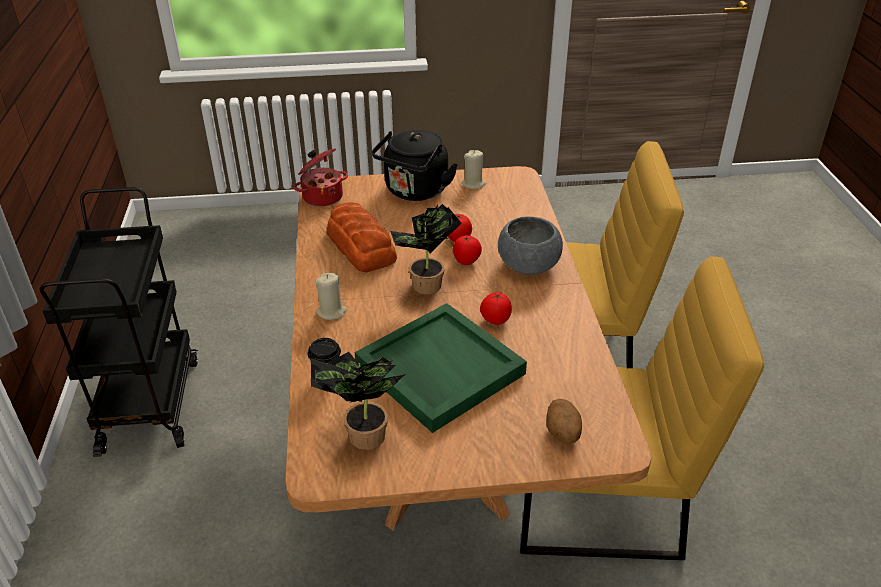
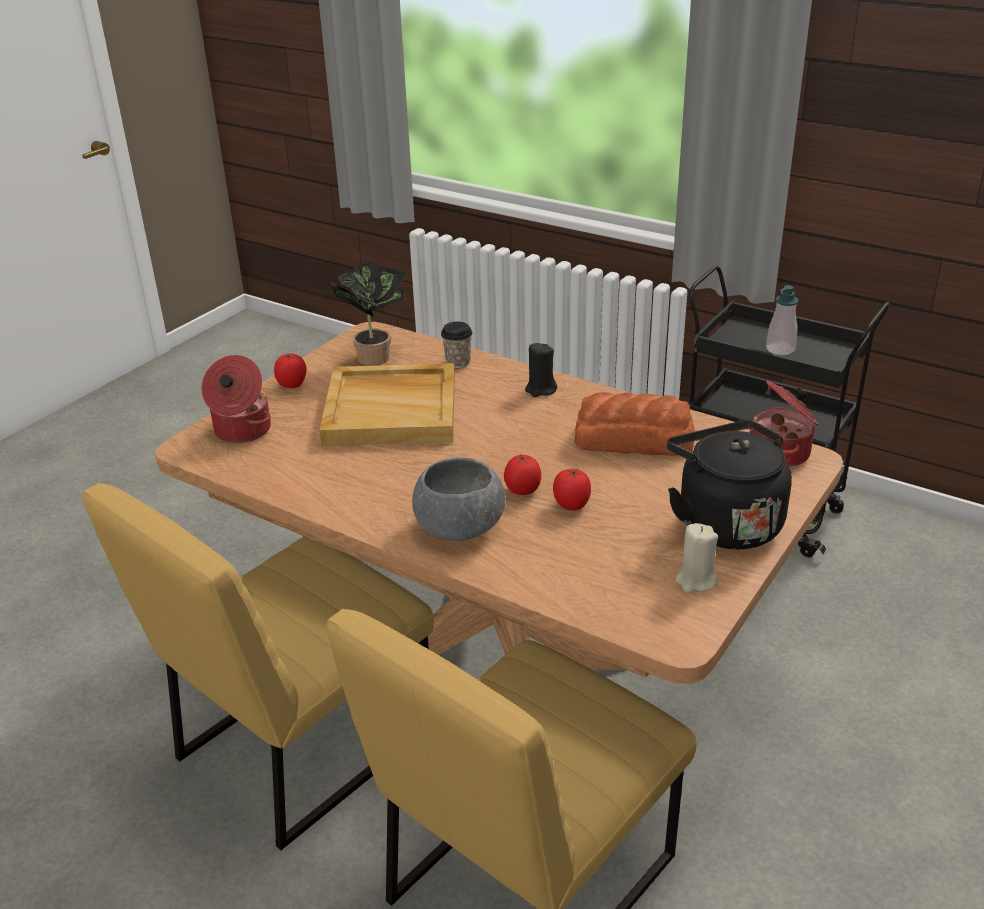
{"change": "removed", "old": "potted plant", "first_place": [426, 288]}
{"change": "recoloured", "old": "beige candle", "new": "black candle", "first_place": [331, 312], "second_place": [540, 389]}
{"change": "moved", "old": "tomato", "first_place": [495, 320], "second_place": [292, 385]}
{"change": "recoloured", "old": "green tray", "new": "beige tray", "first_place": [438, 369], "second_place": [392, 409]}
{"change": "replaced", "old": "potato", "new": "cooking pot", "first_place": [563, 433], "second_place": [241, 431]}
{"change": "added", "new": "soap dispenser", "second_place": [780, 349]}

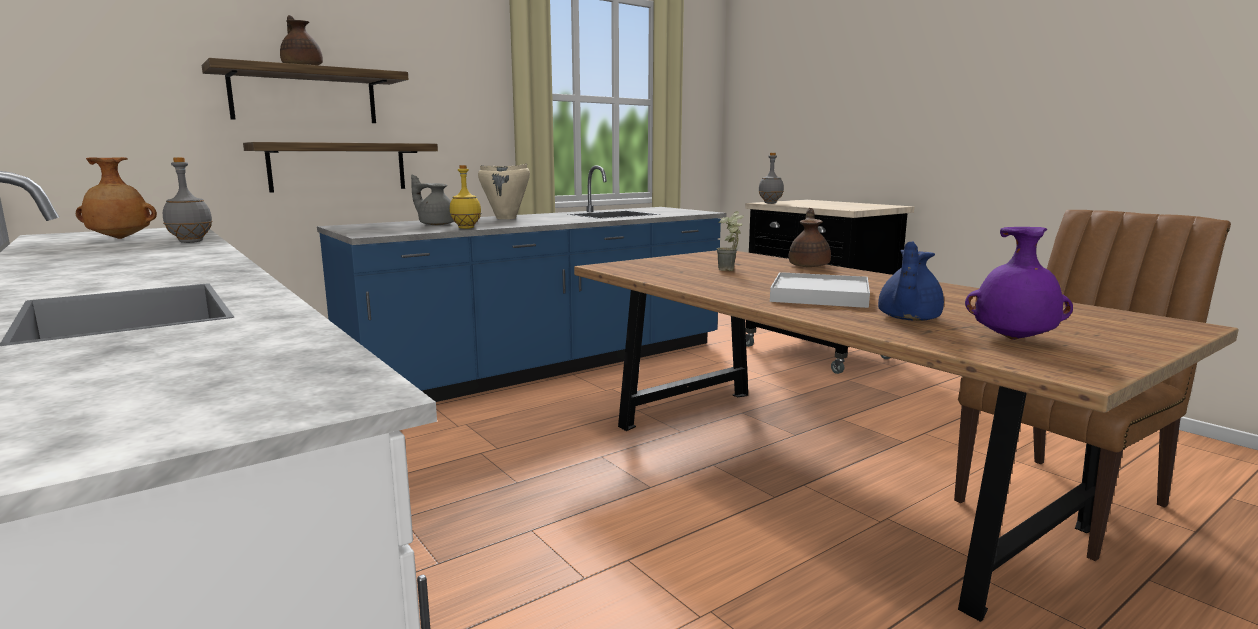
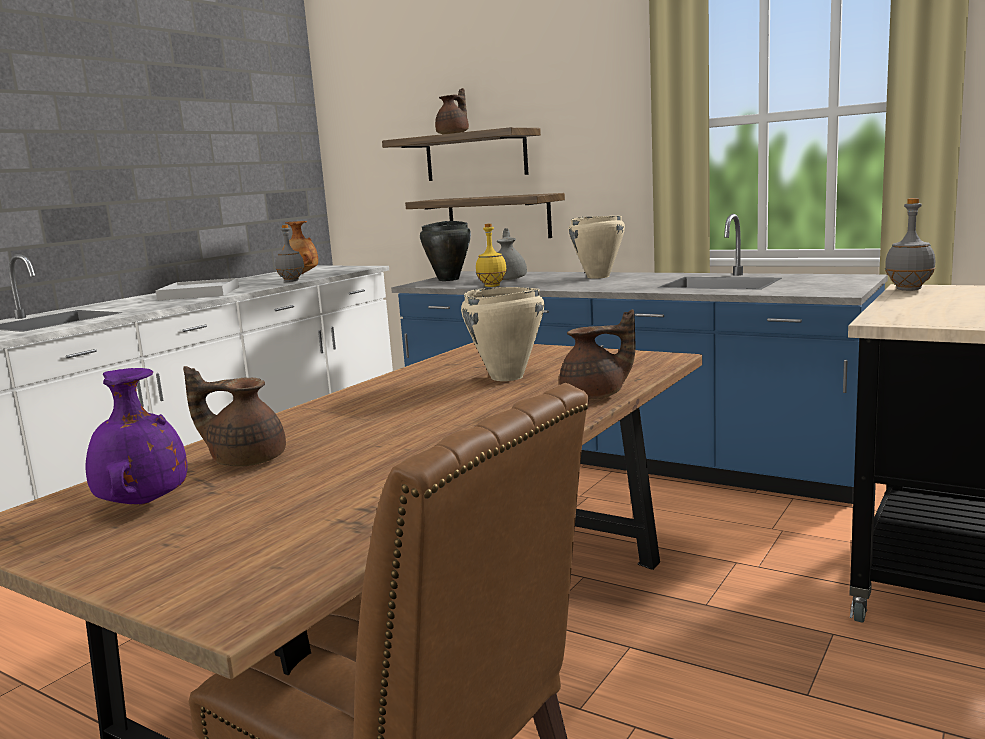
{"change": "replaced", "old": "potted plant", "new": "beige cooking pot", "first_place": [730, 270], "second_place": [506, 377]}
{"change": "recoloured", "old": "blue teapot", "new": "brown teapot", "first_place": [907, 318], "second_place": [246, 460]}
{"change": "moved", "old": "white tray", "first_place": [820, 295], "second_place": [200, 293]}
{"change": "added", "new": "black cooking pot", "second_place": [449, 279]}

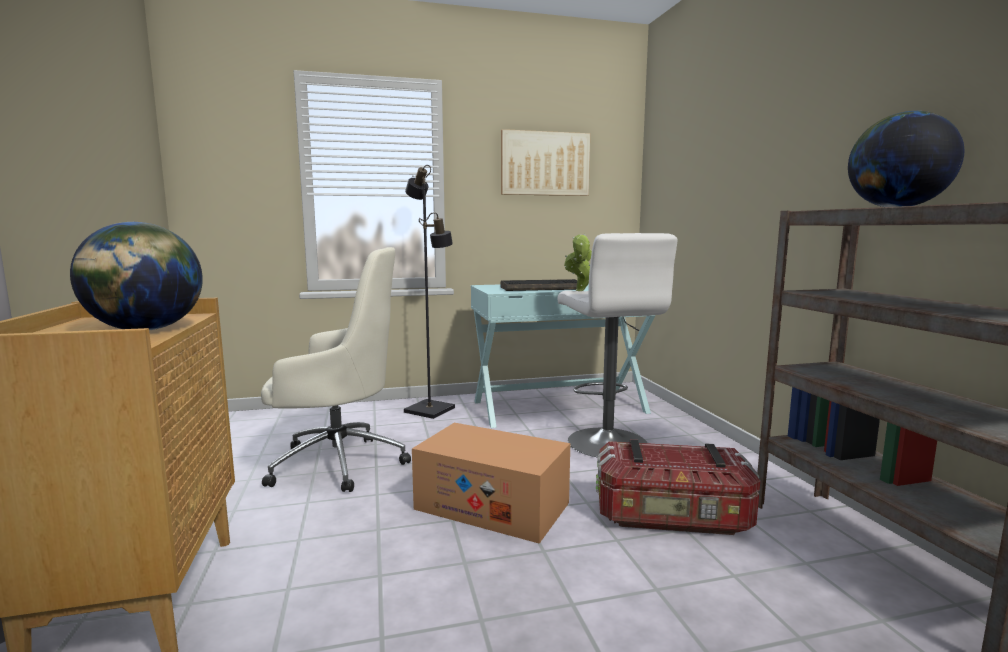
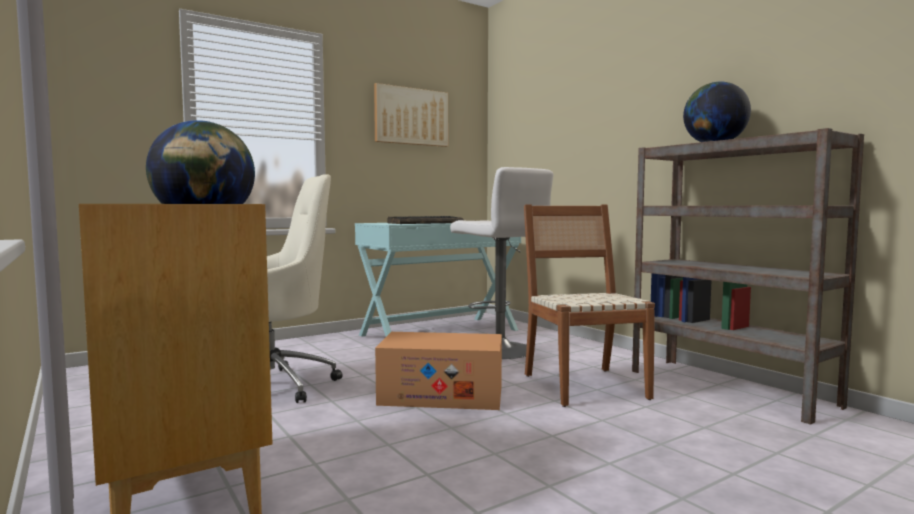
{"change": "removed", "old": "black floor lamp", "first_place": [429, 410]}
{"change": "removed", "old": "potted plant", "first_place": [580, 291]}
{"change": "replaced", "old": "storage box", "new": "chair", "first_place": [672, 518], "second_place": [583, 384]}

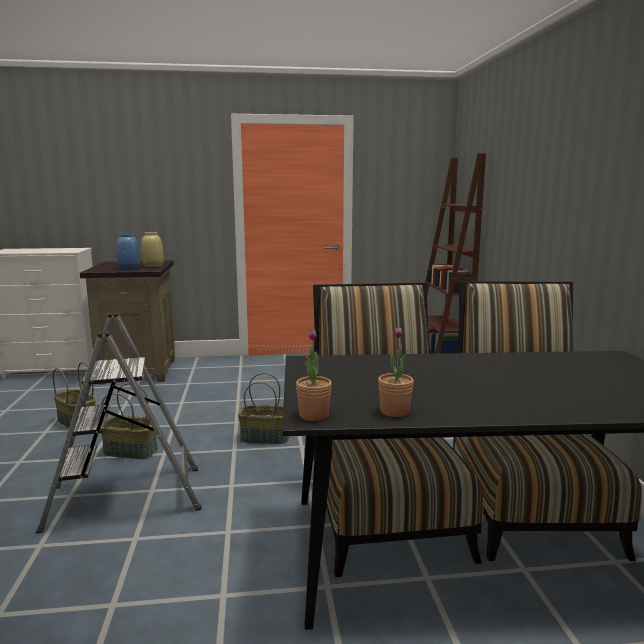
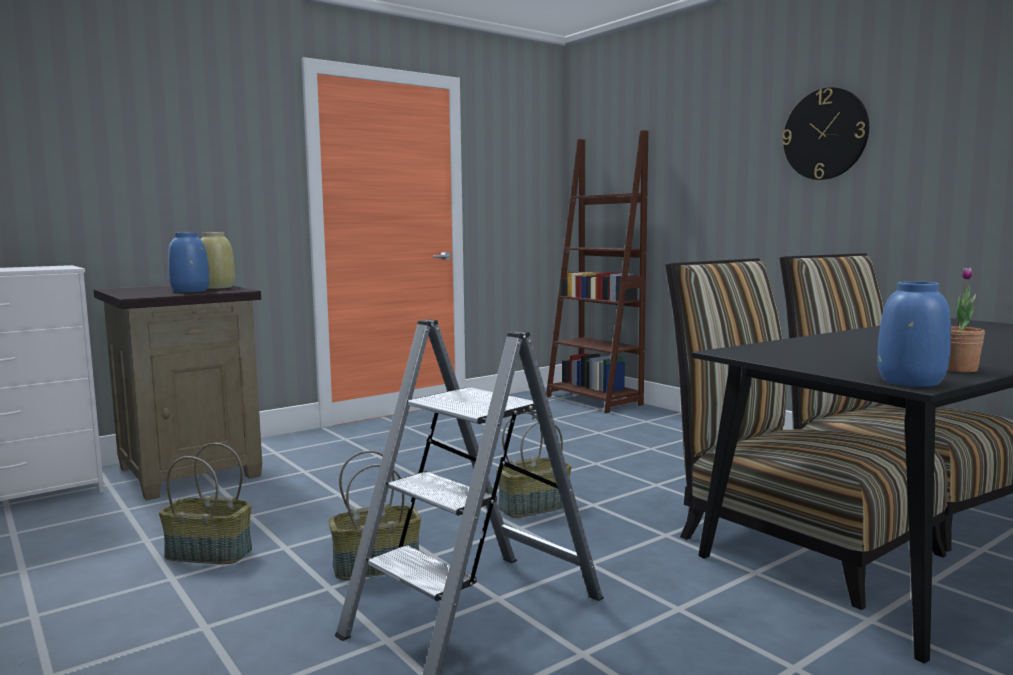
{"change": "replaced", "old": "potted plant", "new": "blue vase", "first_place": [314, 415], "second_place": [911, 382]}
{"change": "added", "new": "wall clock", "second_place": [825, 134]}

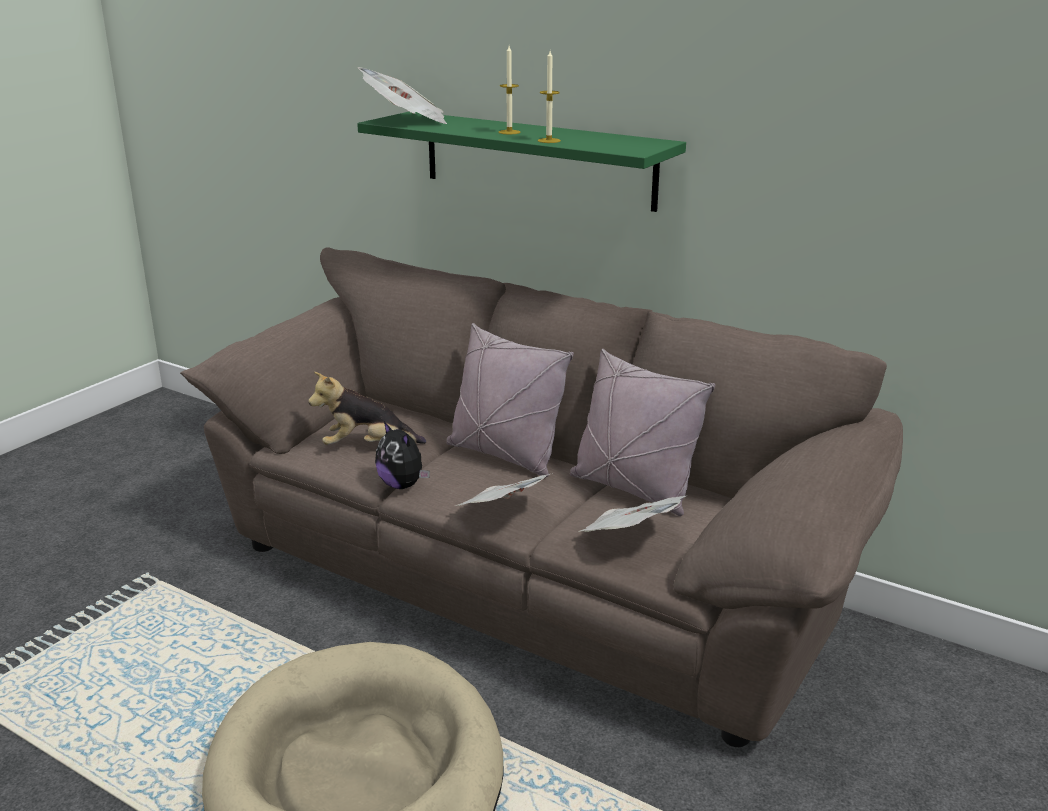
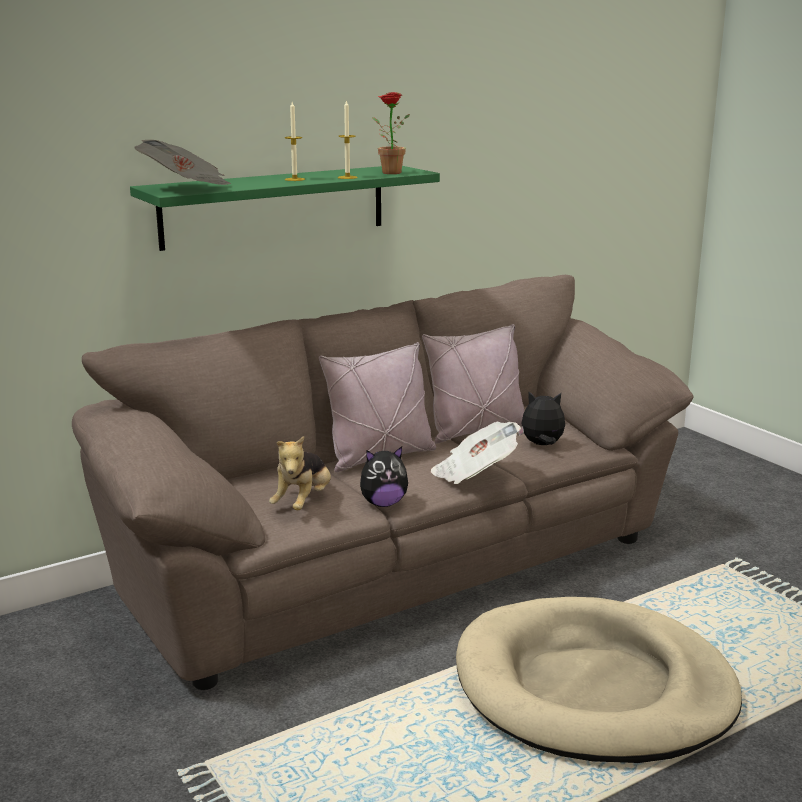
{"change": "replaced", "old": "newspaper", "new": "plush toy", "first_place": [630, 538], "second_place": [542, 445]}
{"change": "added", "new": "potted plant", "second_place": [388, 172]}

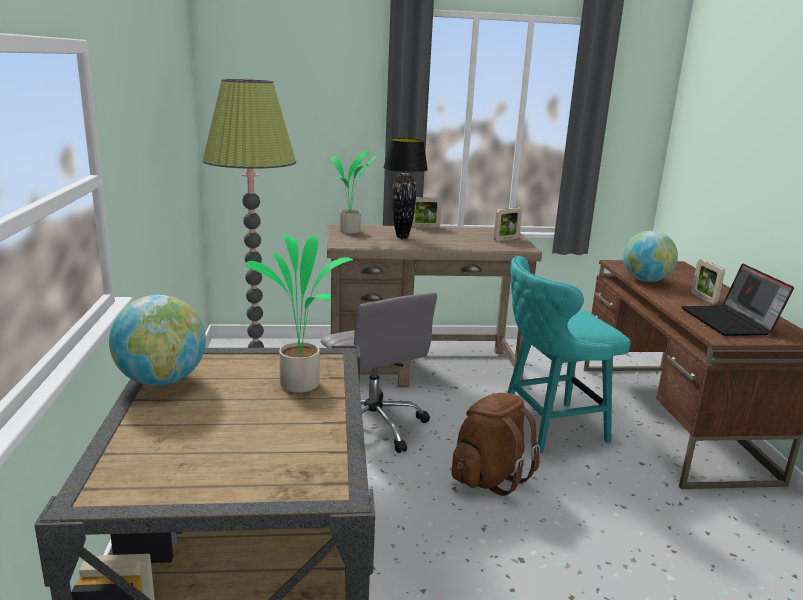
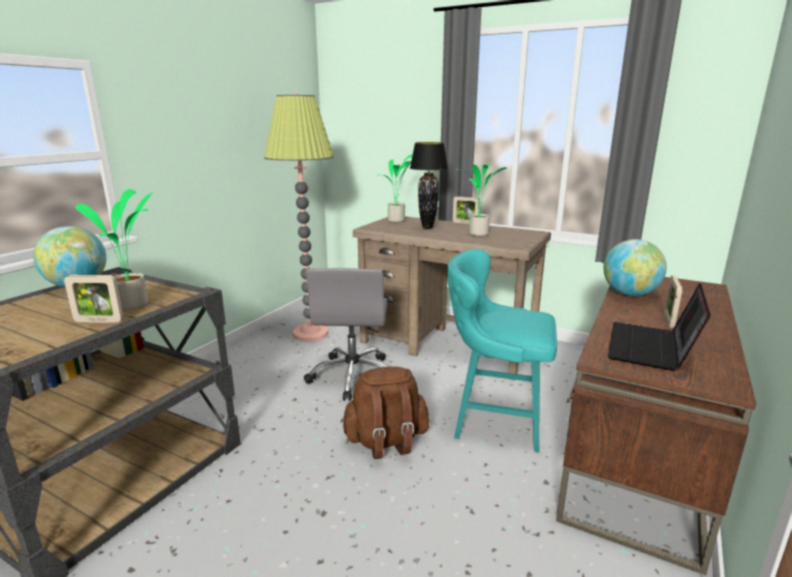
{"change": "moved", "old": "picture frame", "first_place": [506, 239], "second_place": [99, 321]}
{"change": "added", "new": "potted plant", "second_place": [477, 234]}

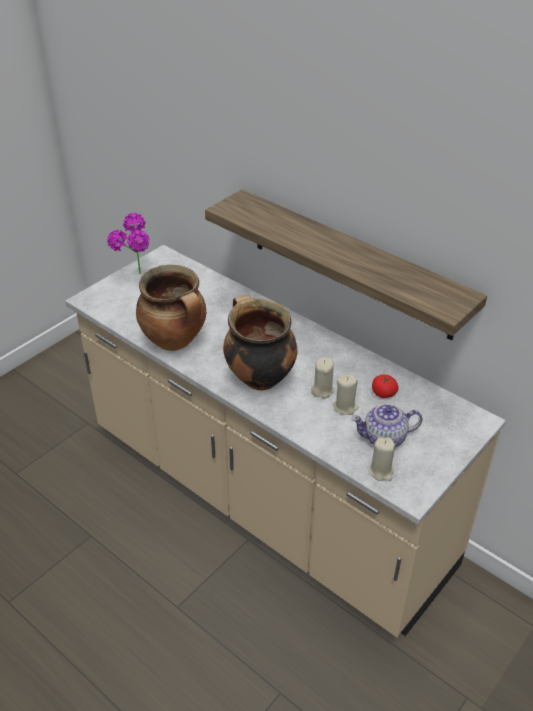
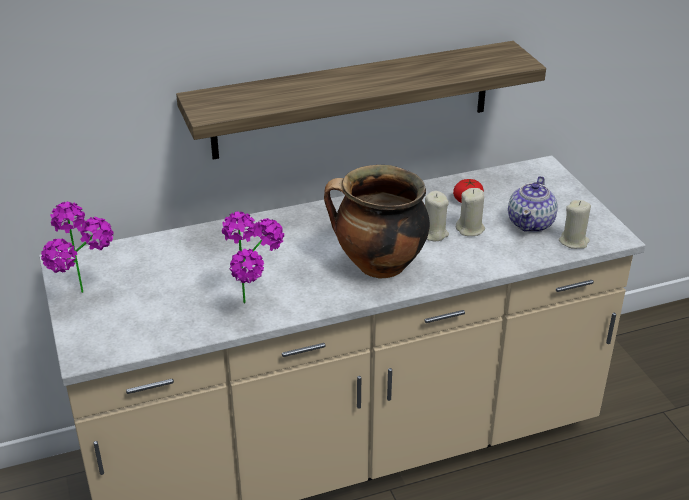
{"change": "replaced", "old": "cooking pot", "new": "potted plant", "first_place": [175, 341], "second_place": [257, 305]}

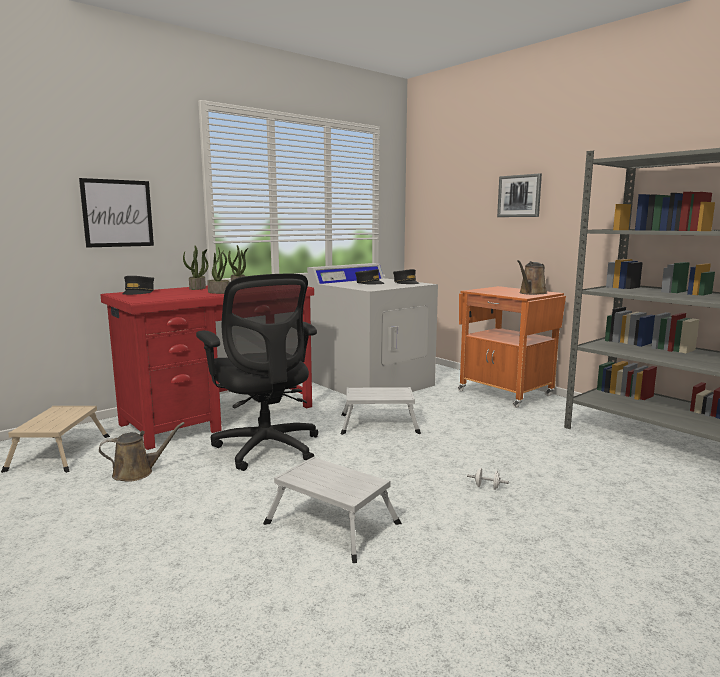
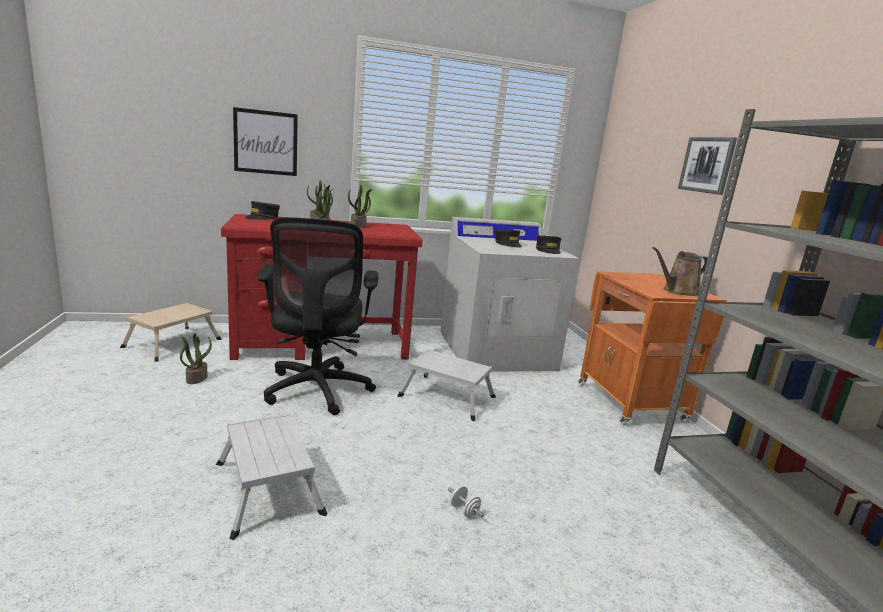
{"change": "replaced", "old": "brown watering can", "new": "potted plant", "first_place": [137, 472], "second_place": [196, 378]}

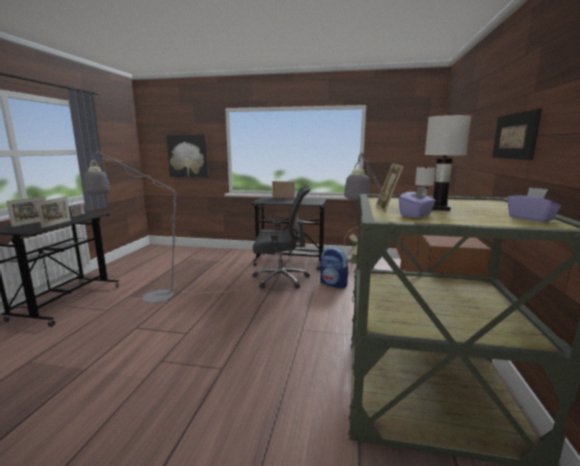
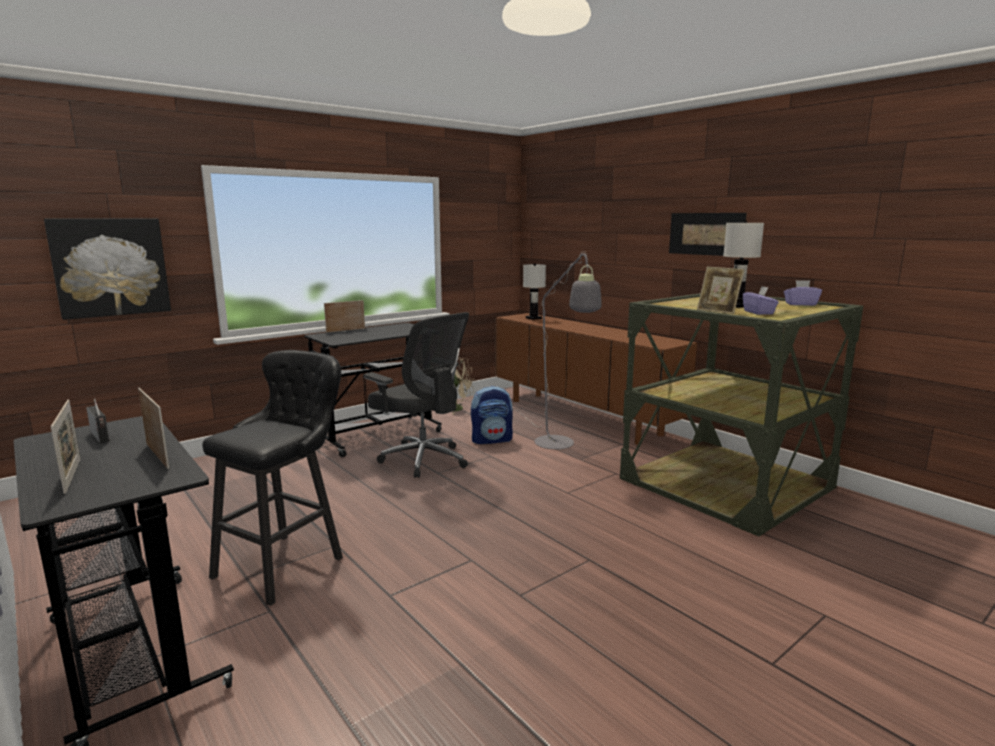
{"change": "replaced", "old": "grey floor lamp", "new": "black stool", "first_place": [149, 296], "second_place": [289, 560]}
{"change": "turned", "old": "office chair", "first_place": [279, 280], "second_place": [422, 459], "degrees": 90}

